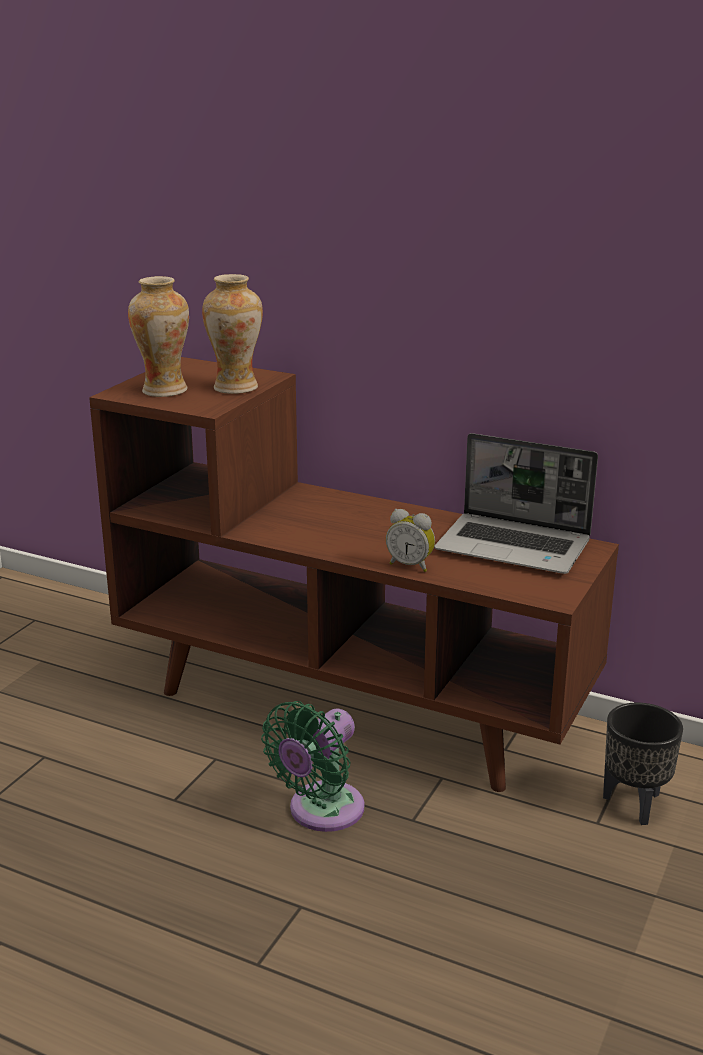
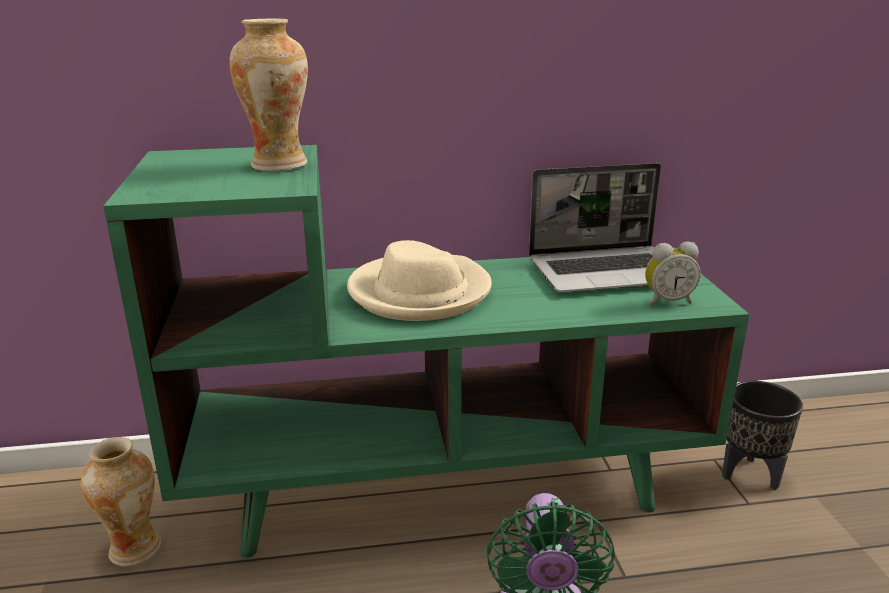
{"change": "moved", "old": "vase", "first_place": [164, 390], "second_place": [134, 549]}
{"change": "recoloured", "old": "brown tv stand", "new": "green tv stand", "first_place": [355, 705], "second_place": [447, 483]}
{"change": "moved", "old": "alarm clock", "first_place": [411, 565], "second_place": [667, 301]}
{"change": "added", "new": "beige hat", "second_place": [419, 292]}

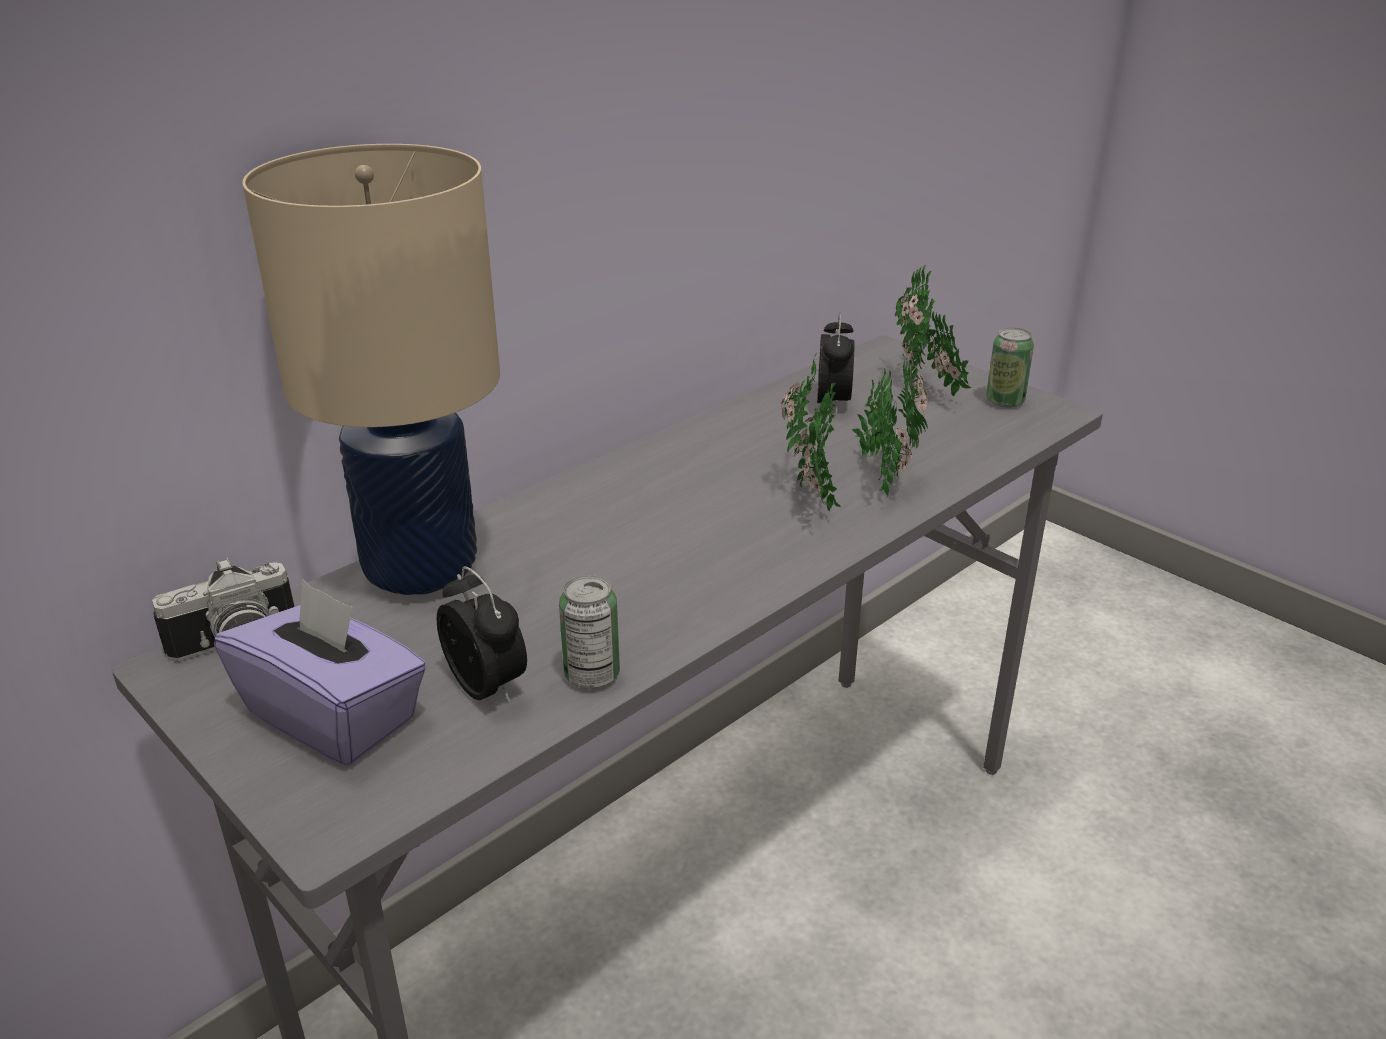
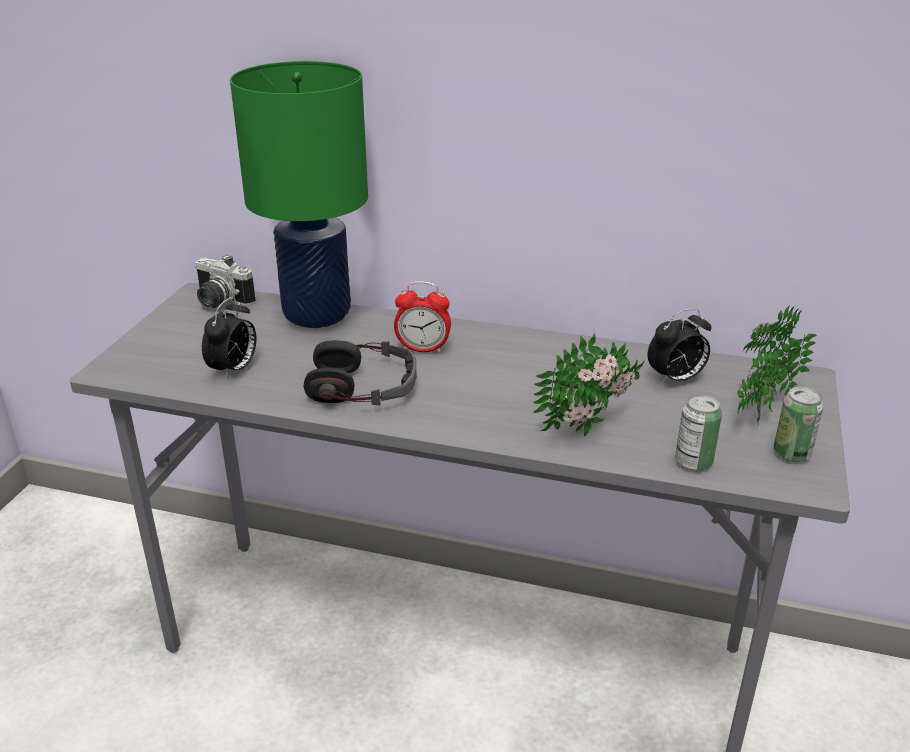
{"change": "recoloured", "old": "beige table lamp", "new": "green table lamp", "first_place": [424, 573], "second_place": [318, 319]}
{"change": "removed", "old": "potted plant", "first_place": [811, 496]}
{"change": "moved", "old": "can", "first_place": [592, 675], "second_place": [693, 462]}
{"change": "removed", "old": "purple tissue box", "first_place": [334, 716]}
{"change": "added", "new": "alarm clock", "second_place": [423, 349]}
{"change": "added", "new": "headphones", "second_place": [363, 386]}

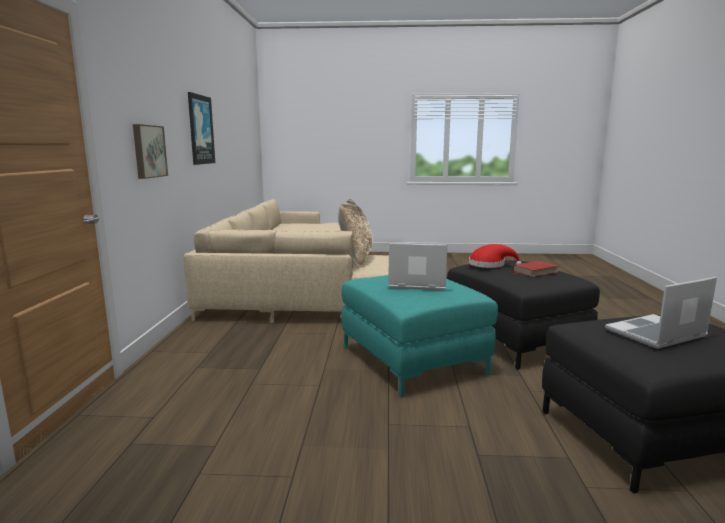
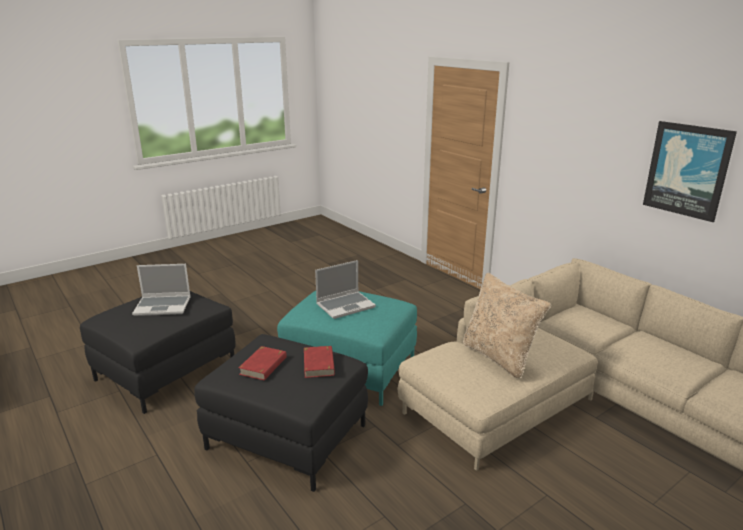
{"change": "removed", "old": "picture", "first_place": [148, 151]}
{"change": "replaced", "old": "red hat", "new": "red book", "first_place": [489, 265], "second_place": [319, 364]}
{"change": "turned", "old": "laptop", "first_place": [655, 334], "second_place": [163, 306], "degrees": 60}

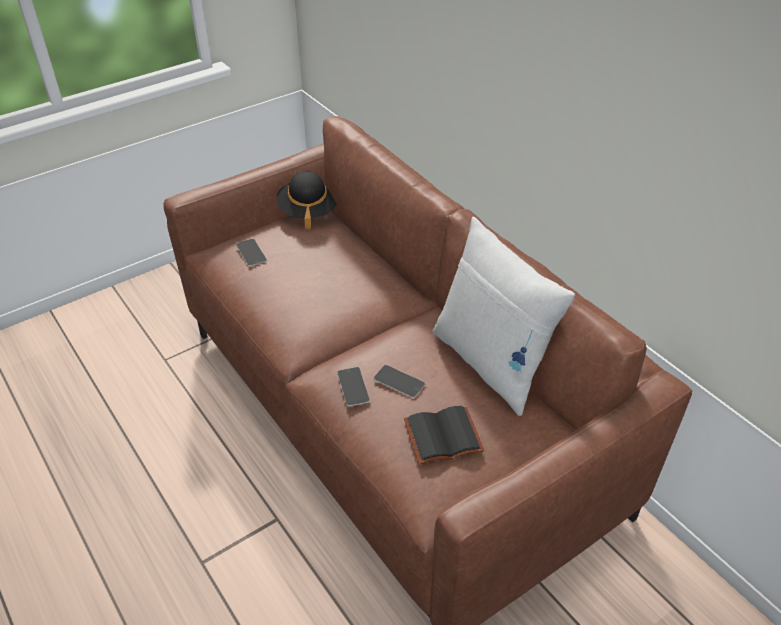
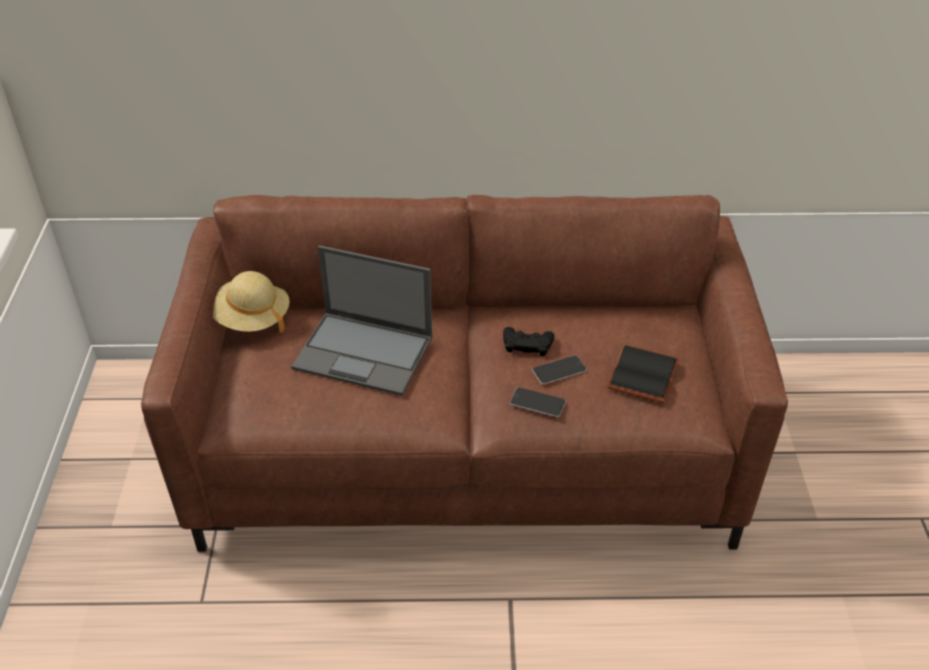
{"change": "recoloured", "old": "black hat", "new": "beige hat", "first_place": [308, 210], "second_place": [251, 319]}
{"change": "removed", "old": "grey pillow", "first_place": [490, 364]}
{"change": "removed", "old": "phone", "first_place": [251, 252]}
{"change": "added", "new": "laptop", "second_place": [365, 353]}
{"change": "added", "new": "black game controller", "second_place": [527, 344]}

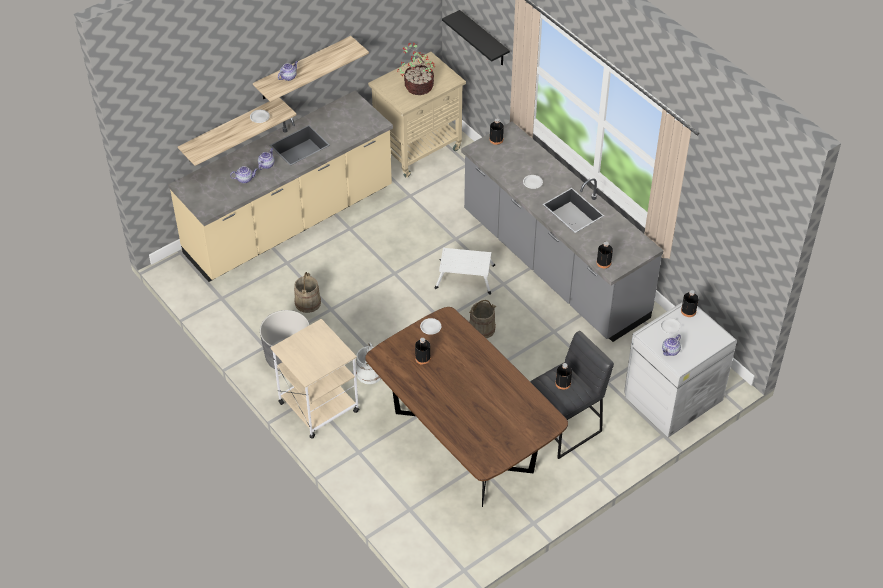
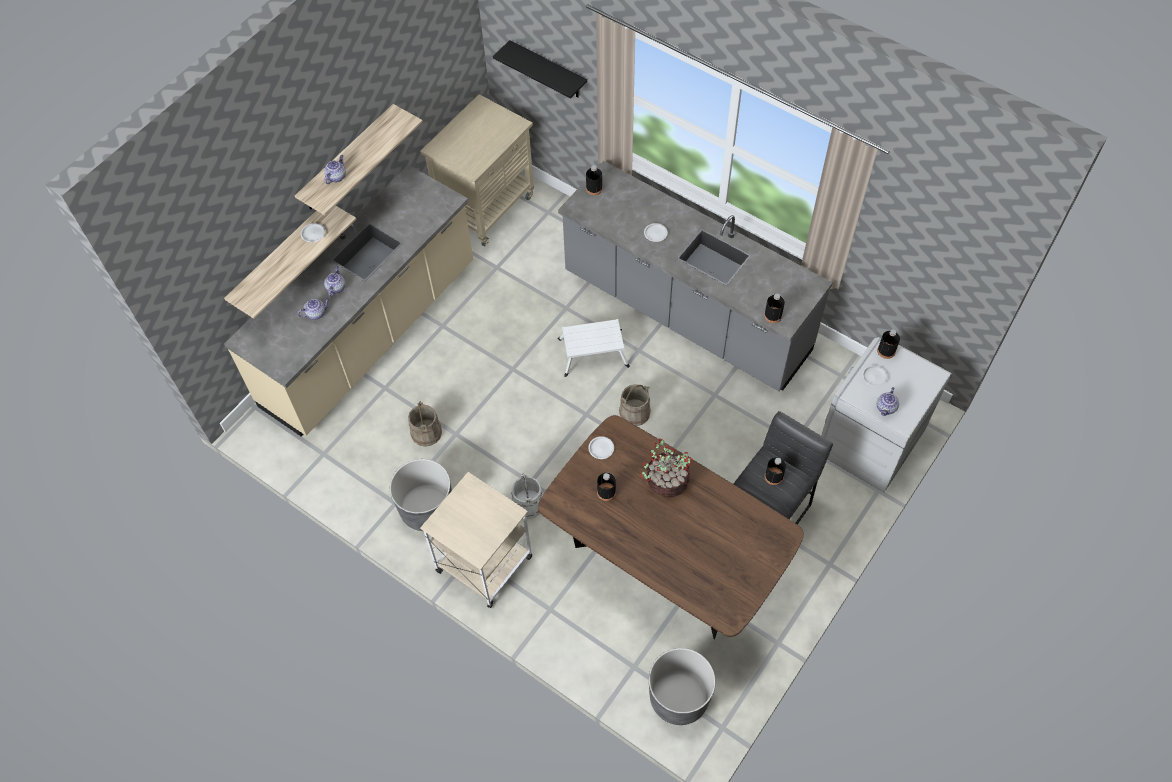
{"change": "moved", "old": "potted plant", "first_place": [418, 86], "second_place": [666, 481]}
{"change": "added", "new": "grey planter", "second_place": [679, 697]}

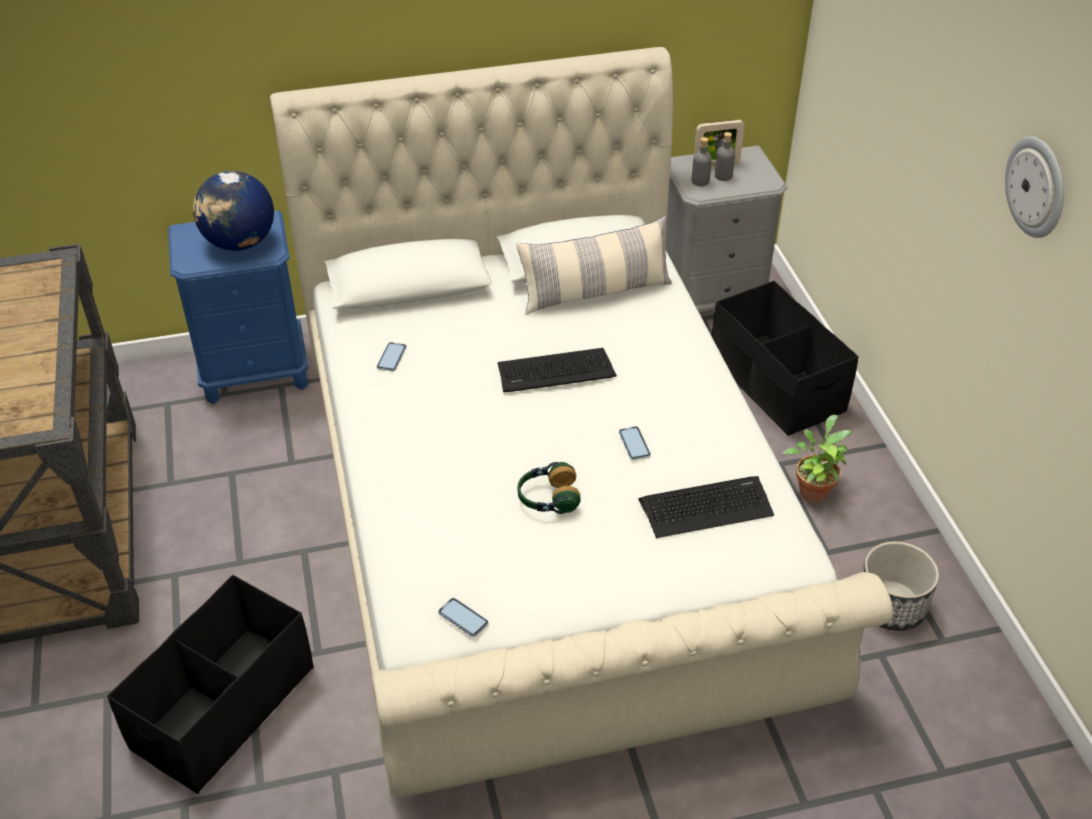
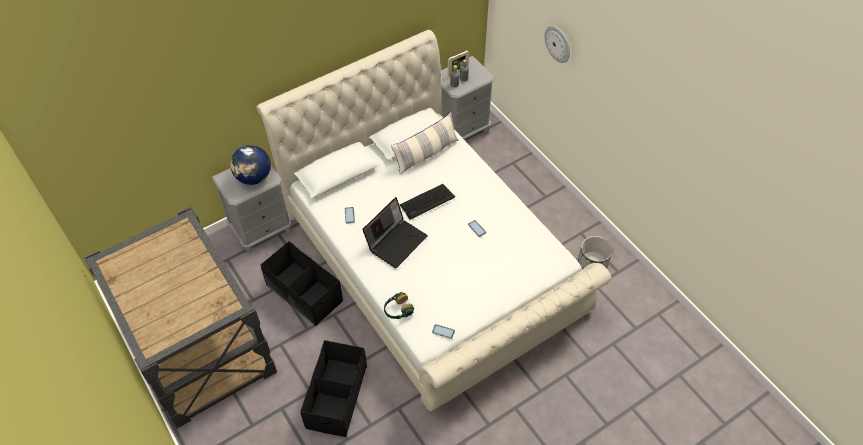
{"change": "moved", "old": "wall clock", "first_place": [1037, 187], "second_place": [558, 44]}
{"change": "recoloured", "old": "blue nightstand", "new": "grey nightstand", "first_place": [256, 372], "second_place": [262, 230]}
{"change": "moved", "old": "black storage box", "first_place": [775, 384], "second_place": [304, 293]}
{"change": "removed", "old": "potted plant", "first_place": [812, 490]}
{"change": "moved", "old": "headphones", "first_place": [548, 499], "second_place": [398, 310]}
{"change": "removed", "old": "keyboard", "first_place": [706, 507]}
{"change": "added", "new": "laptop", "second_place": [396, 241]}

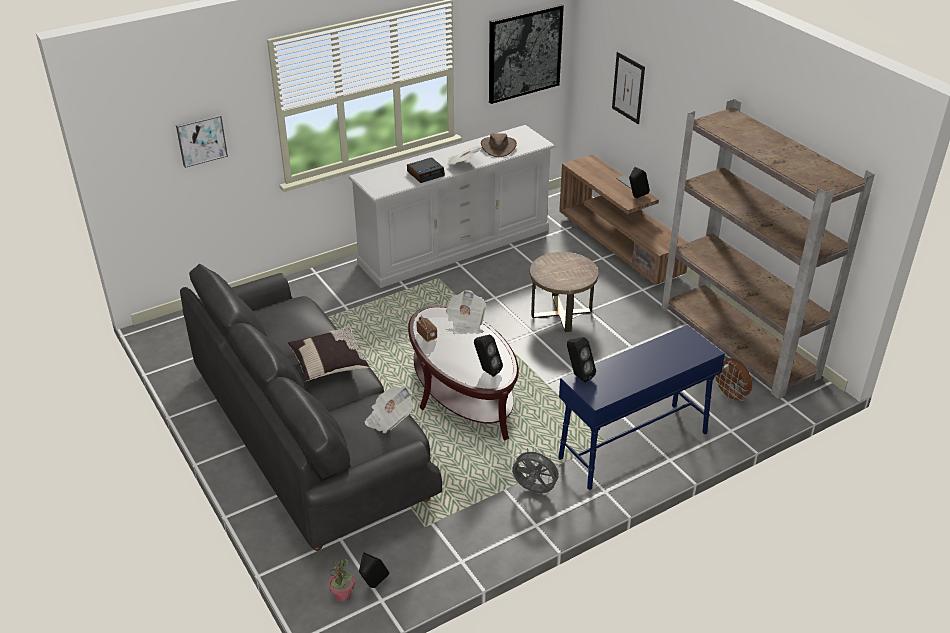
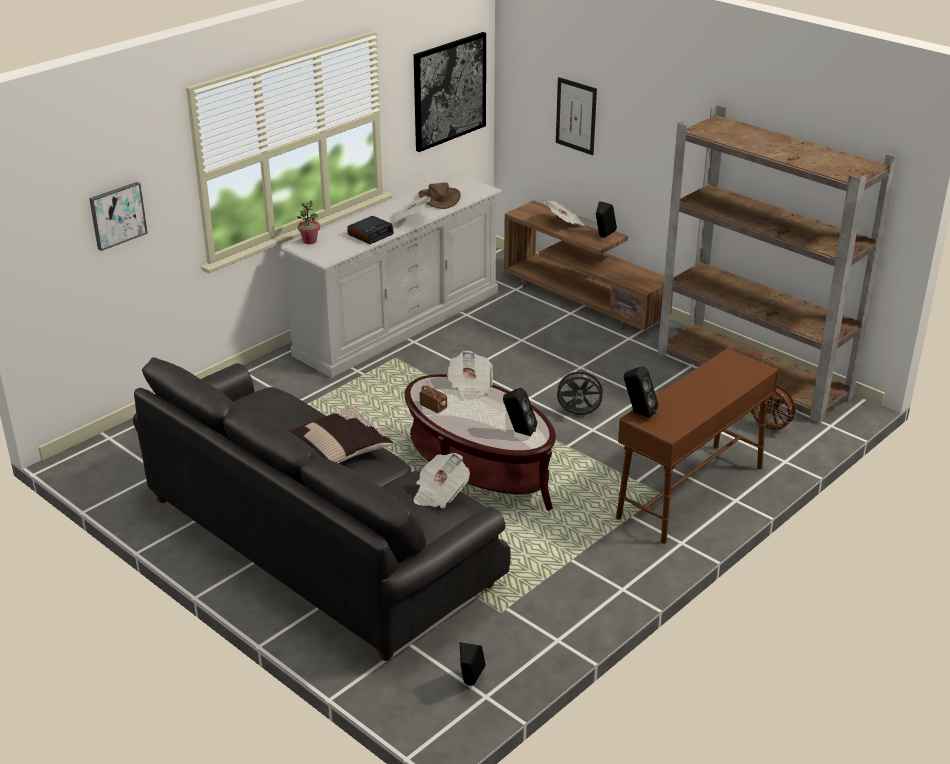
{"change": "removed", "old": "brown side table", "first_place": [561, 313]}
{"change": "recoloured", "old": "blue console table", "new": "brown console table", "first_place": [632, 445], "second_place": [689, 492]}
{"change": "moved", "old": "grey fan", "first_place": [534, 490], "second_place": [578, 414]}
{"change": "moved", "old": "potted plant", "first_place": [342, 595], "second_place": [309, 241]}
{"change": "added", "new": "newspaper", "second_place": [564, 223]}

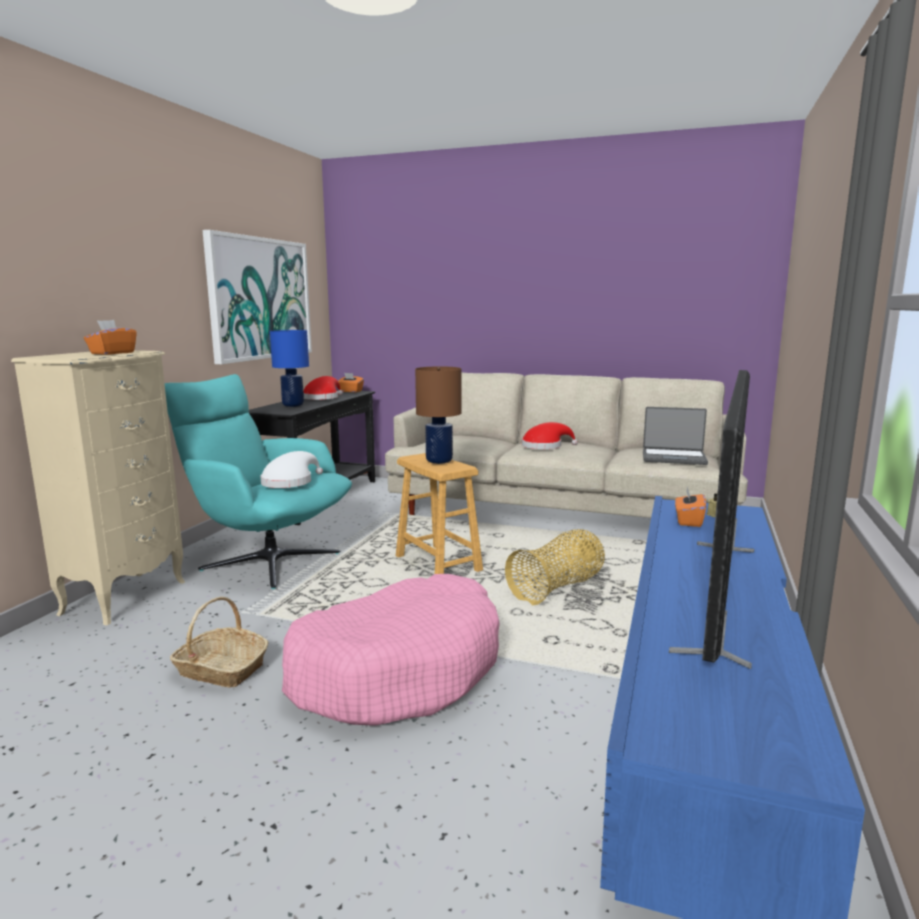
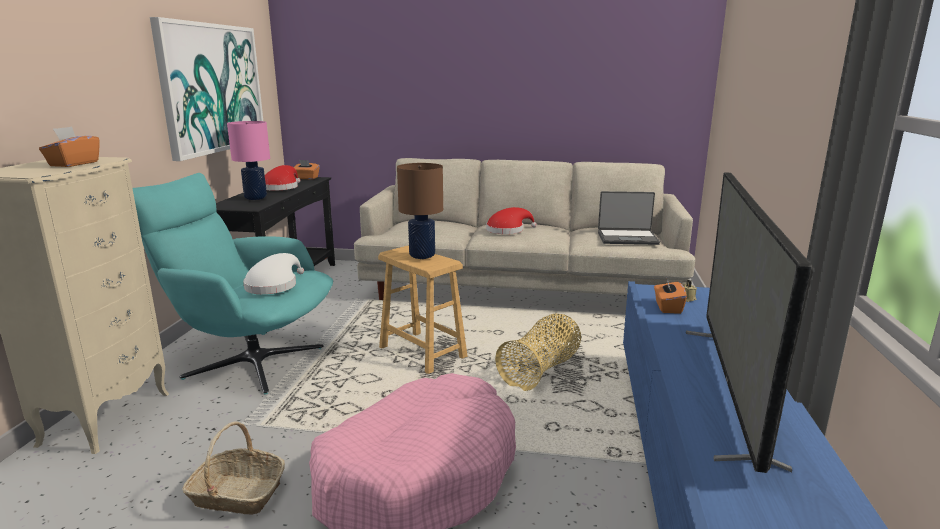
{"change": "recoloured", "old": "blue table lamp", "new": "pink table lamp", "first_place": [293, 406], "second_place": [256, 199]}

